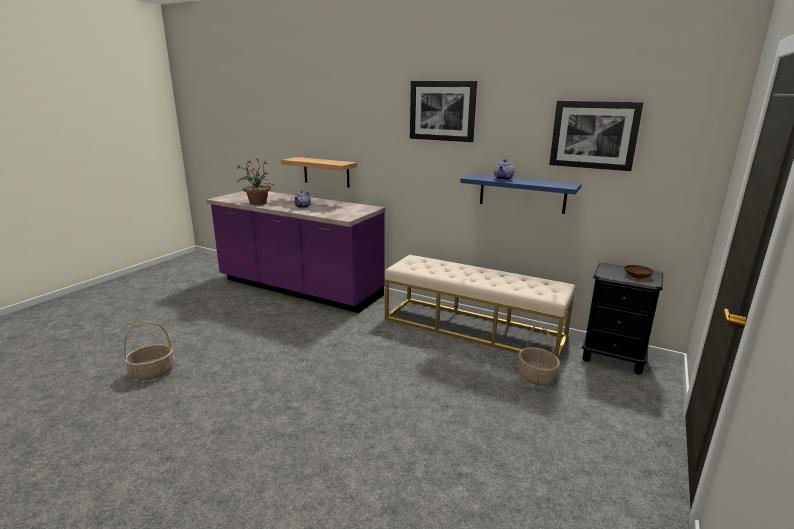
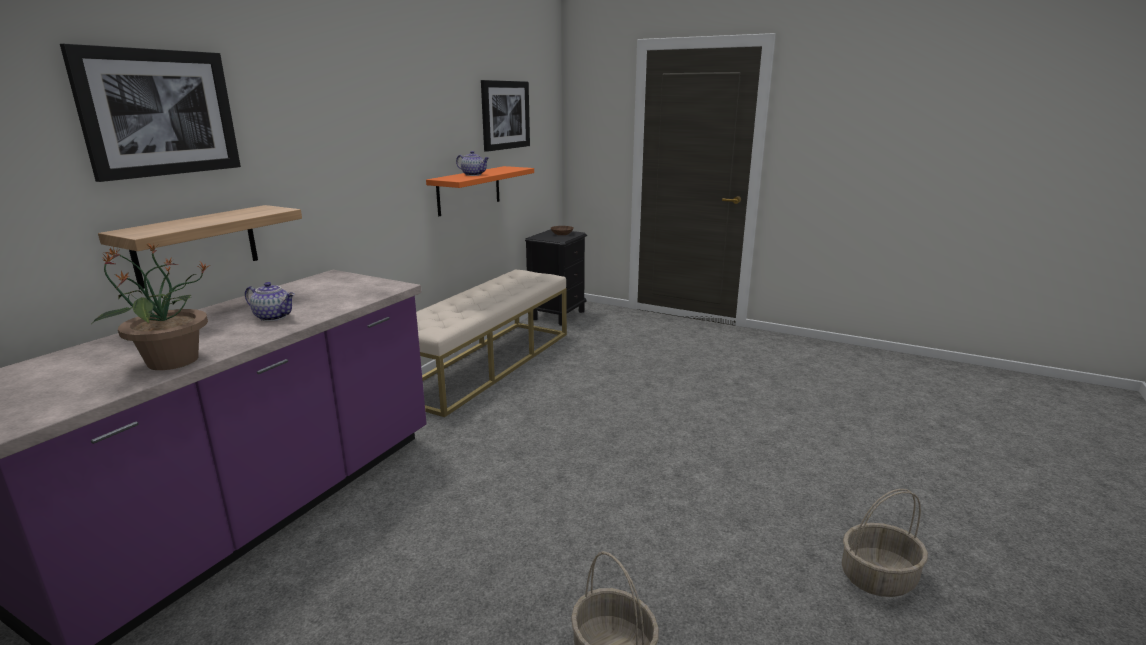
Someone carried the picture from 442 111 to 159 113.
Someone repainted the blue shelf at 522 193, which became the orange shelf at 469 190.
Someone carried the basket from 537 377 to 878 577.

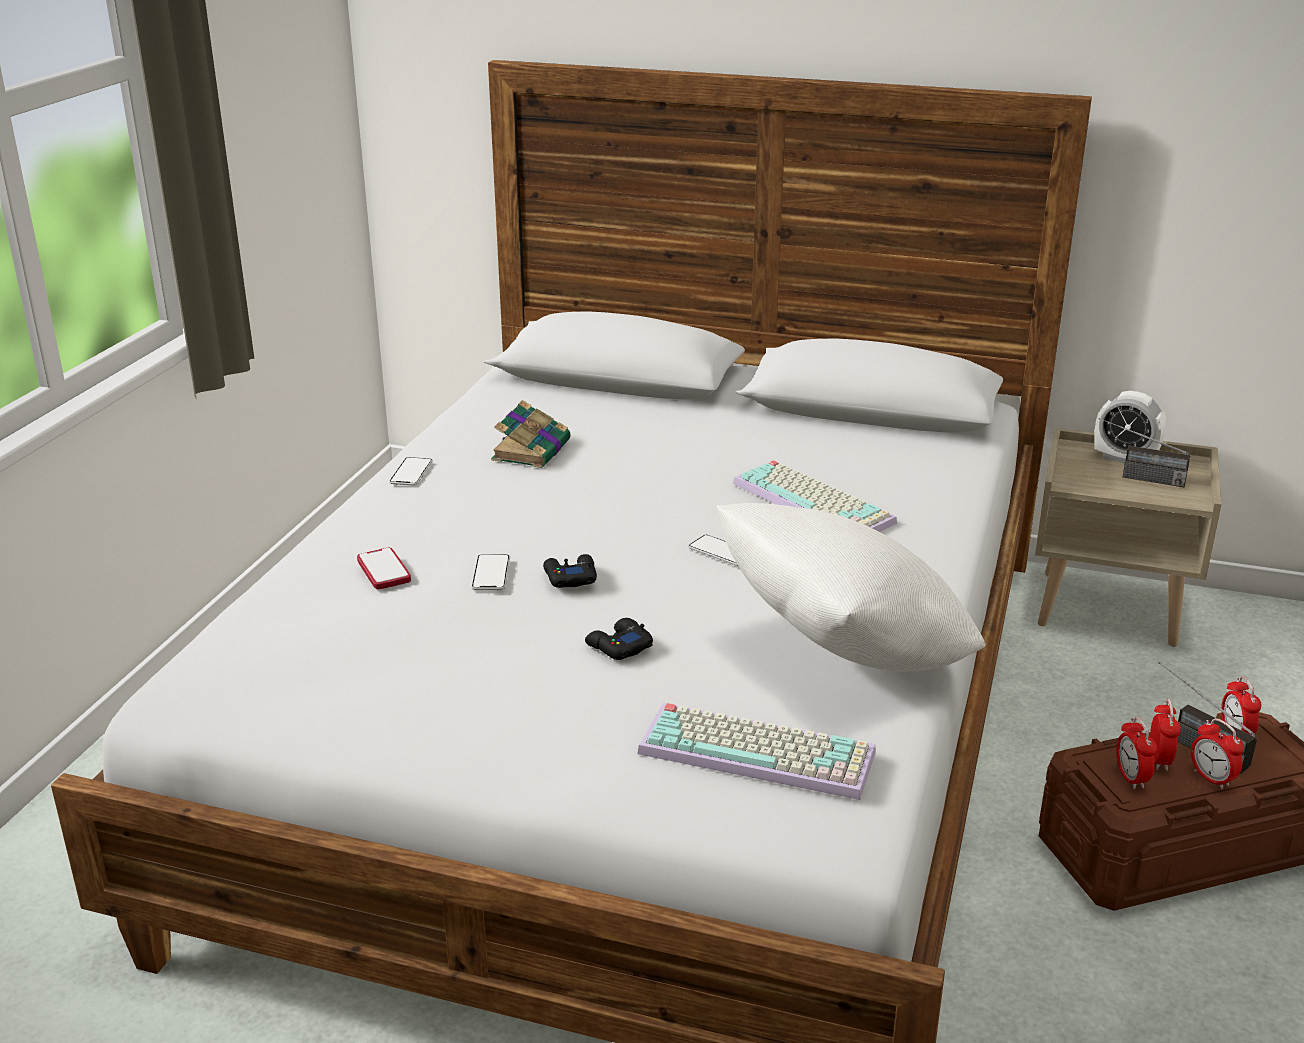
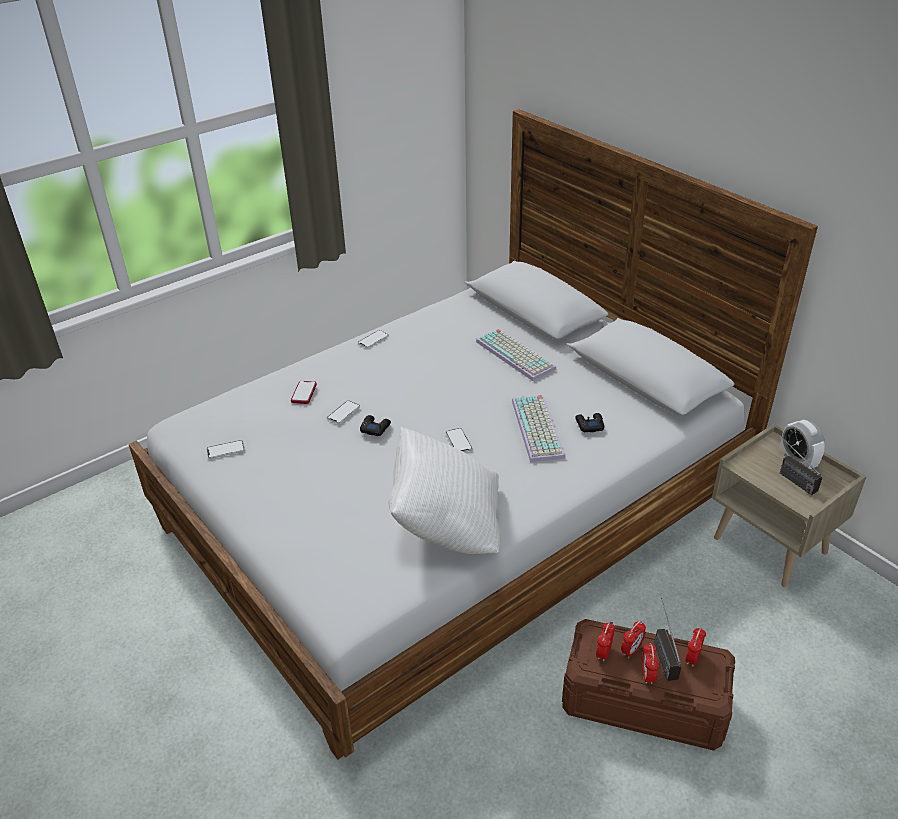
Someone put down the phone at 225 450.
Someone carried the keyboard from 760 751 to 517 355.
Someone carried the black game controller from 618 646 to 589 425.
Someone took away the book at 532 449.

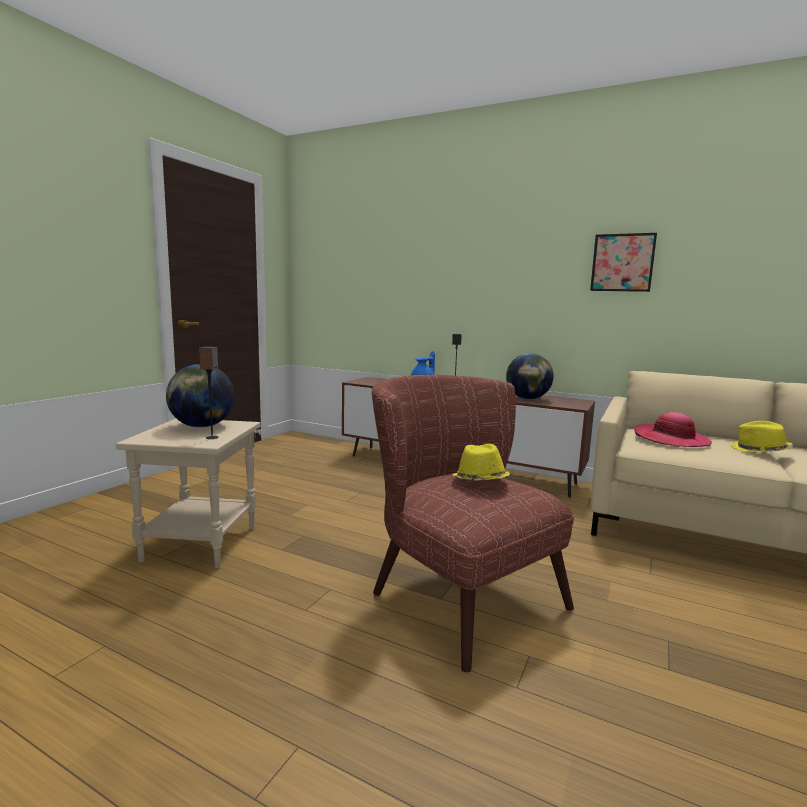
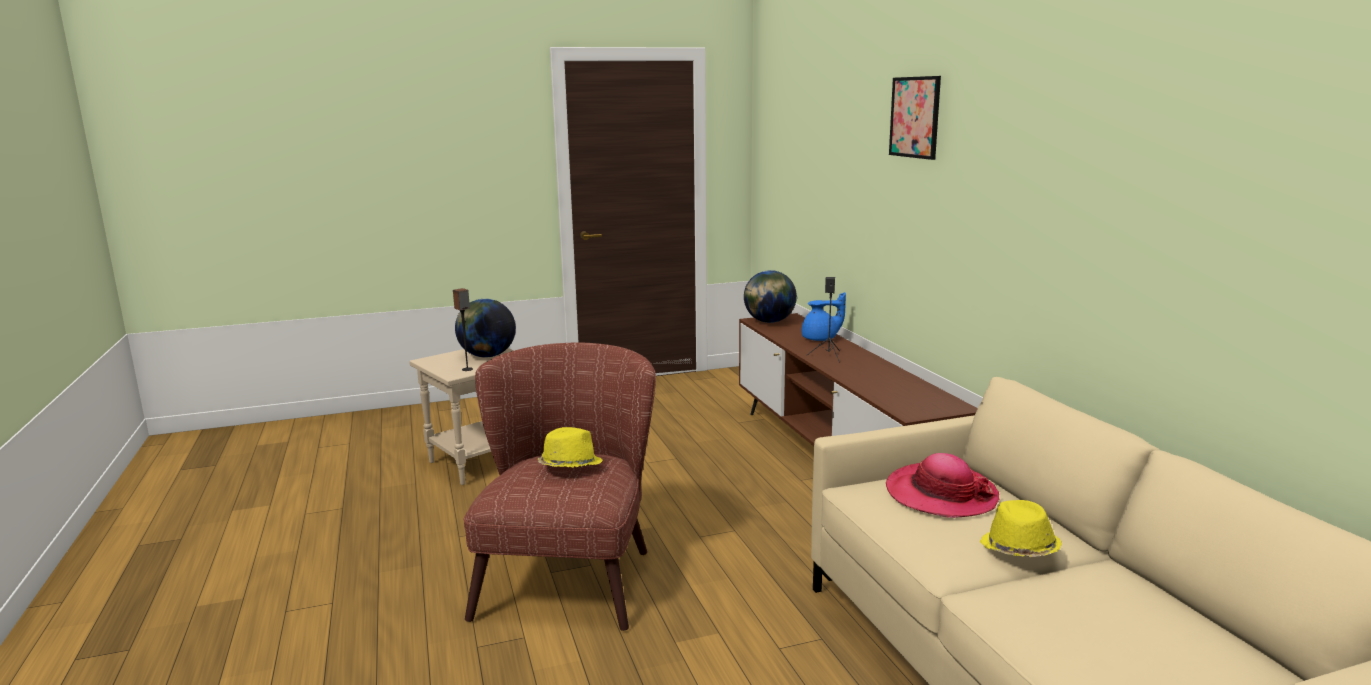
Someone carried the globe from 527 398 to 769 322.
Someone carried the picture from 622 262 to 915 117.

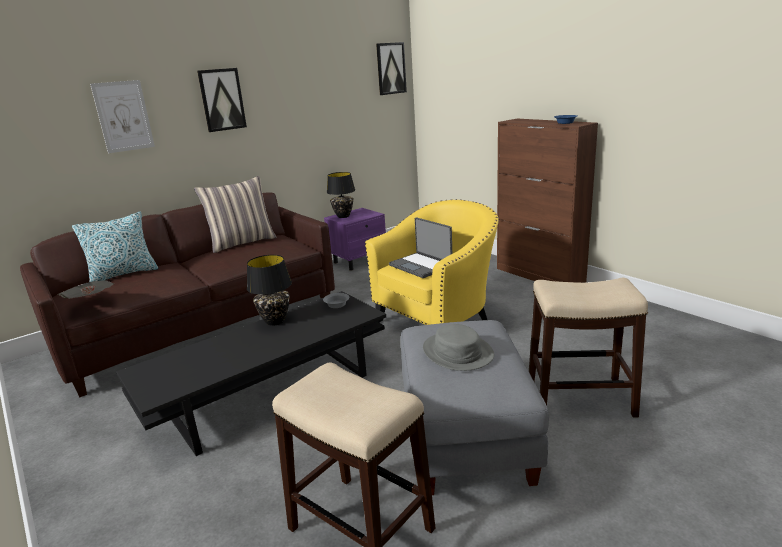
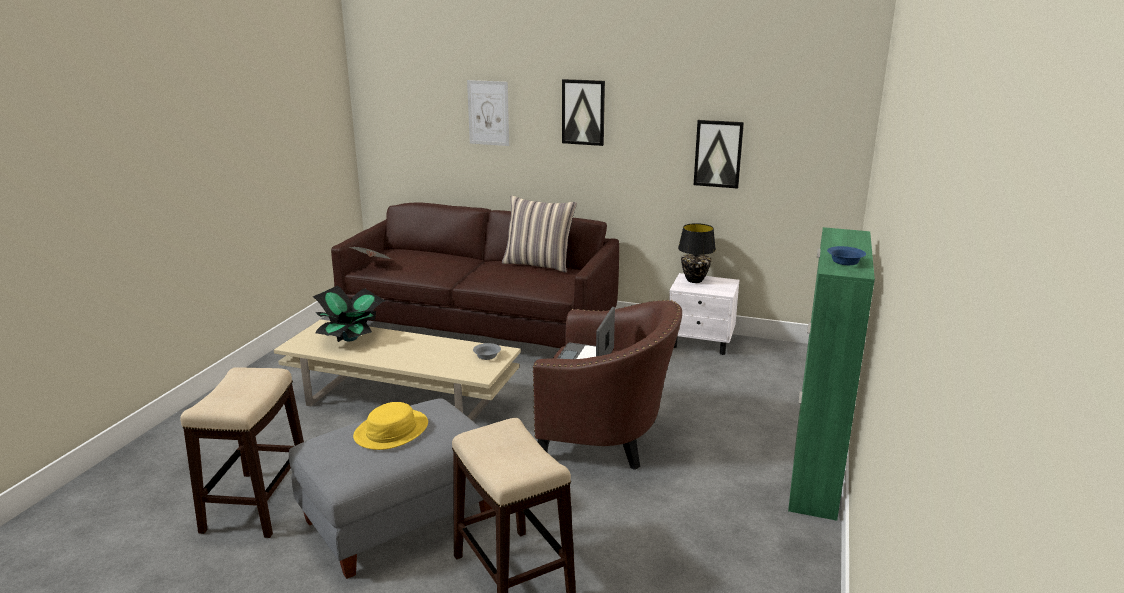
Someone repainted the black coffee table at 270 393, which became the beige coffee table at 402 400.
Someone put down the potted plant at 351 338.
Someone repainted the grey hat at 458 352, which became the yellow hat at 391 431.
Someone repainted the yellow armchair at 439 320, which became the brown armchair at 606 438.
Someone repainted the purple nightstand at 359 261, which became the white nightstand at 701 343.
Someone carried the picture from 390 68 to 718 153.
Someone repainted the brown cabinet at 539 276, which became the green cabinet at 814 475.
Someone took away the pillow at 123 274.
Someone took away the black table lamp at 275 321.

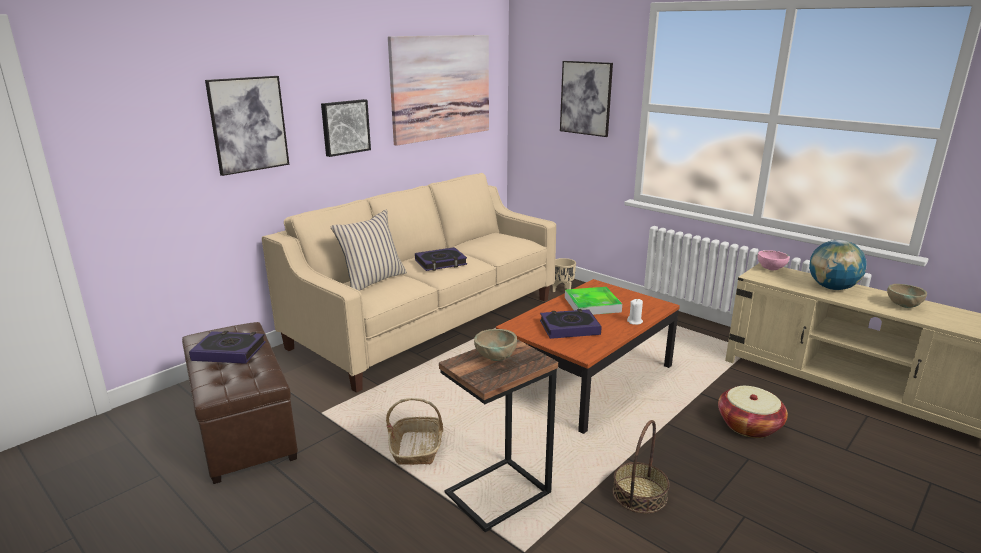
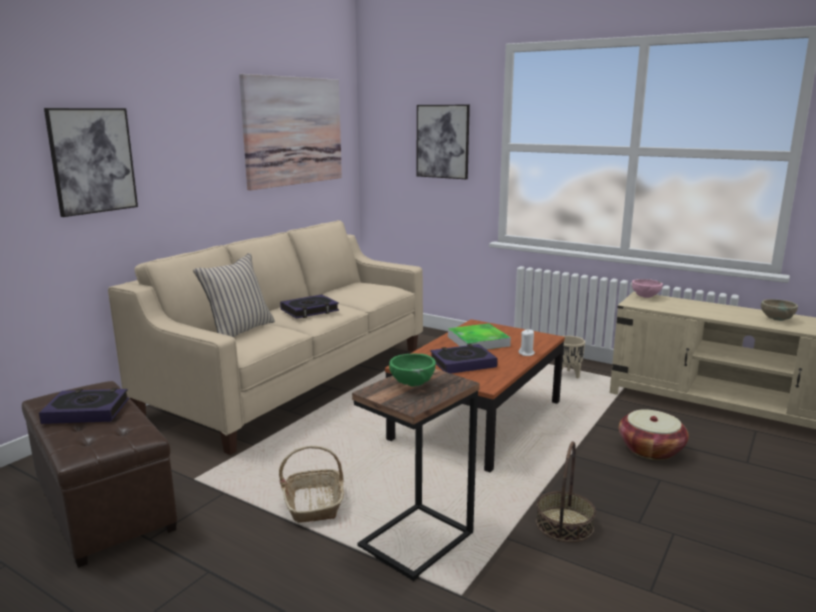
Someone repainted the beige bowl at 495 358, which became the green bowl at 412 384.
Someone carried the beige planter from 562 291 to 567 375.
Someone took away the picture at 345 127.
Someone took away the globe at 832 288.

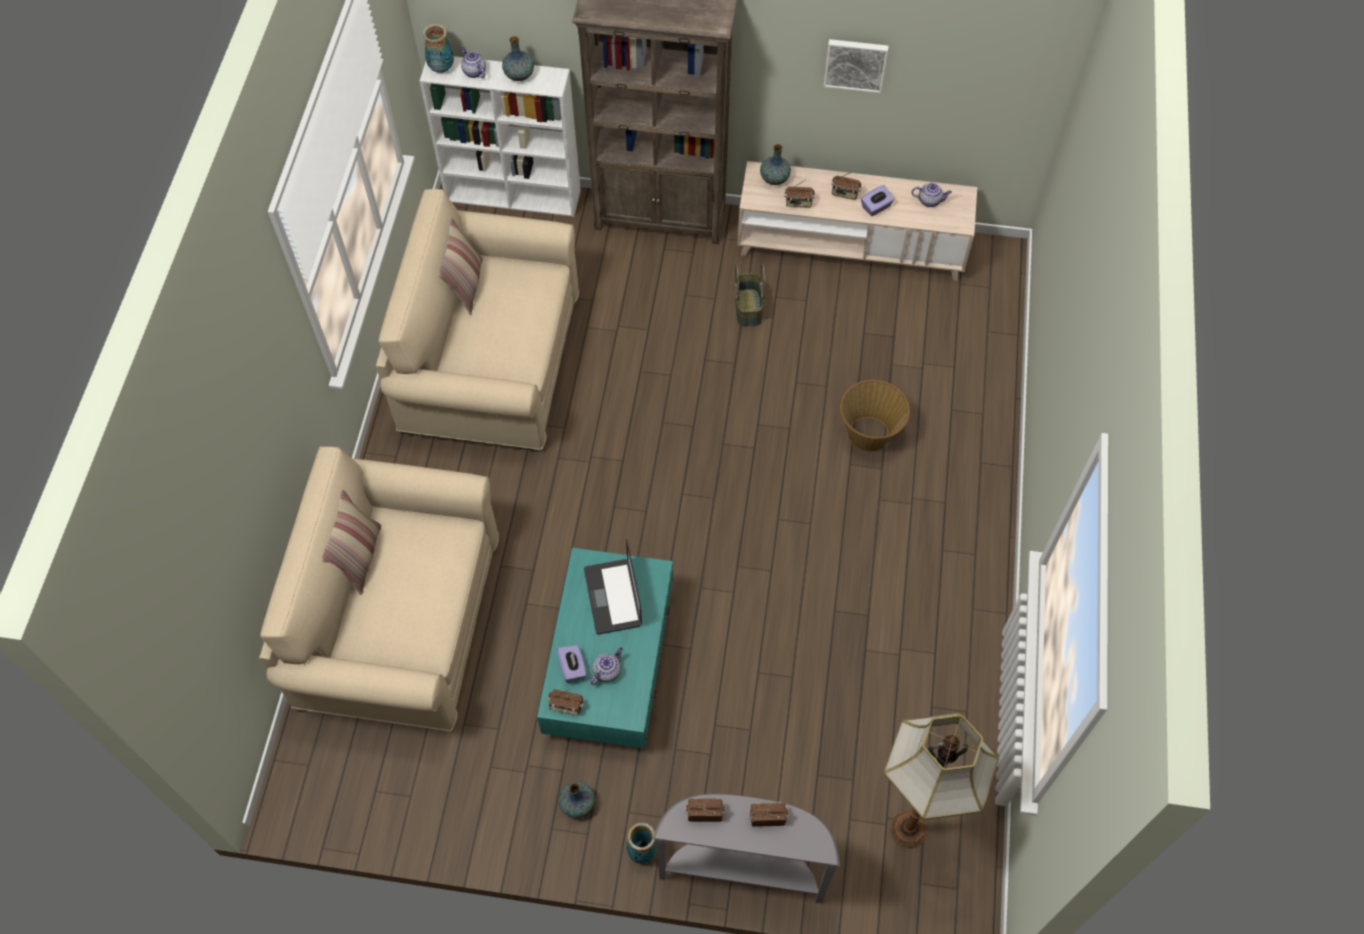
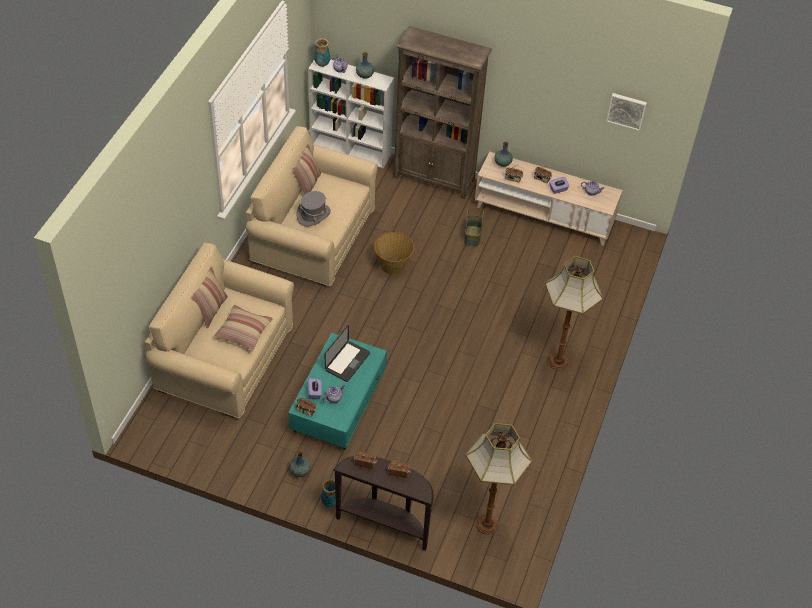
Someone put down the pillow at 243 331.
Someone put down the grey hat at 313 215.
Someone rotated the laptop at 612 597 by 150 degrees counterclockwise.
Someone repainted the grey console table at 742 869, which became the brown console table at 385 524.
Someone carried the basket from 869 434 to 393 265.
Someone put down the floor lamp at 559 363.
Someone carried the picture from 855 64 to 626 110.

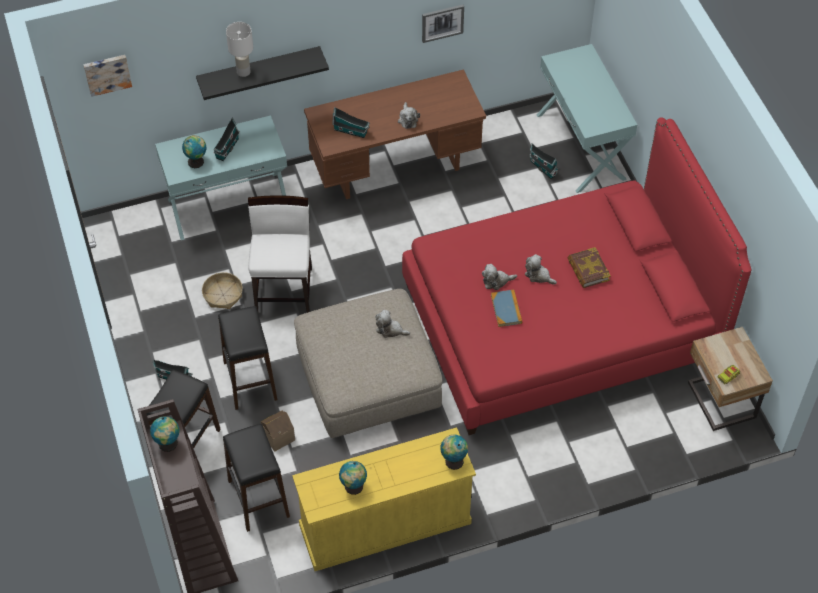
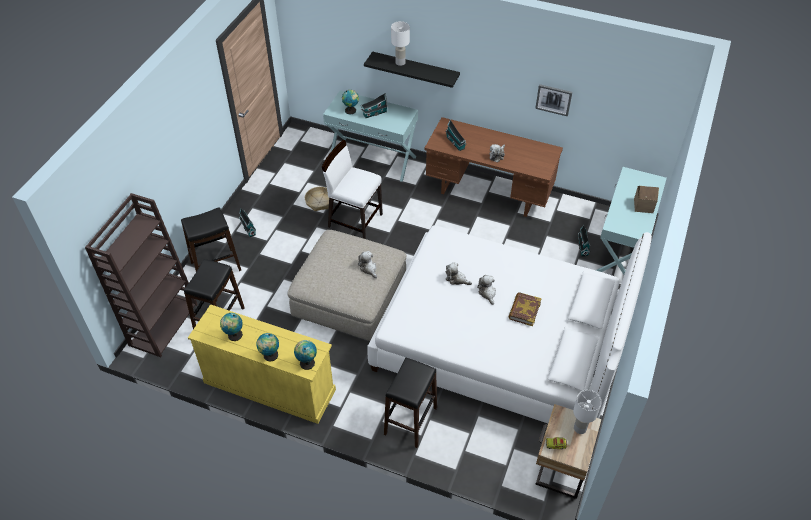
Someone carried the globe from 168 444 to 270 356.
Someone rotated the white chair at 284 290 by 105 degrees counterclockwise.
Someone repainted the red bed at 561 322, which became the white bed at 500 344.
Someone carried the black stool from 250 380 to 410 420.
Someone put down the white table lamp at 580 428.
Someone carried the toy house from 277 436 to 643 205.
Someone took away the picture at 107 73.
Someone took away the book at 506 309.

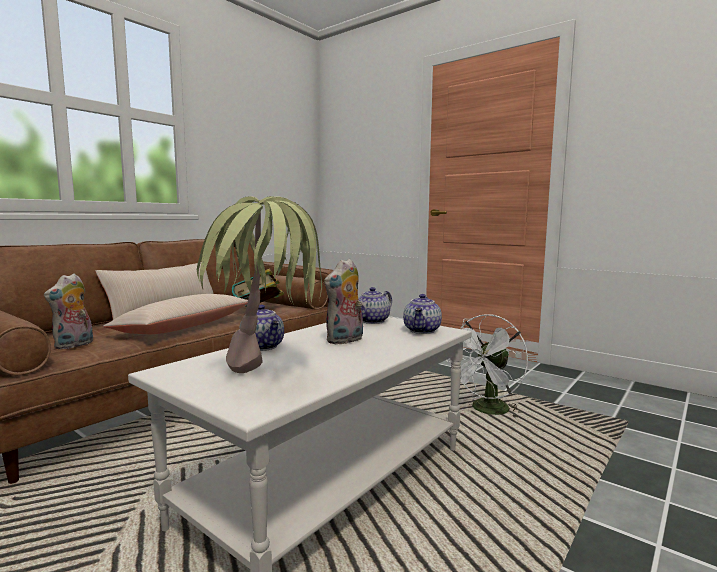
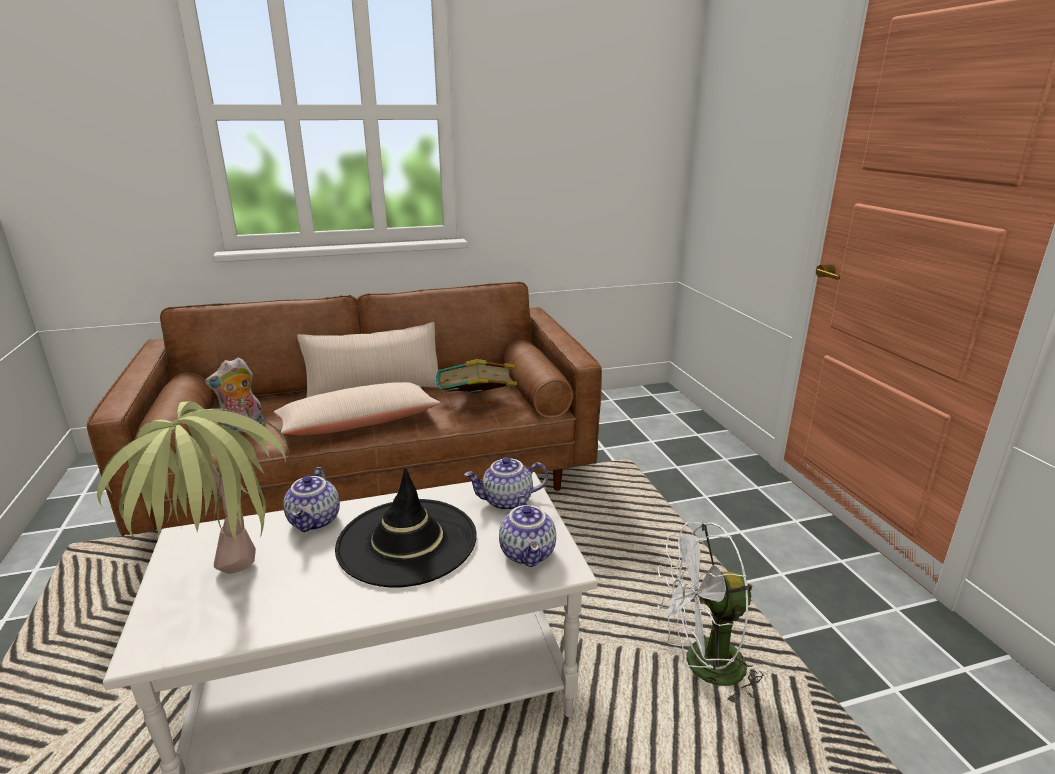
Someone swapped the plush toy at 345 340 for the black hat at 407 541.
Someone rotated the teapot at 422 331 by 60 degrees counterclockwise.

